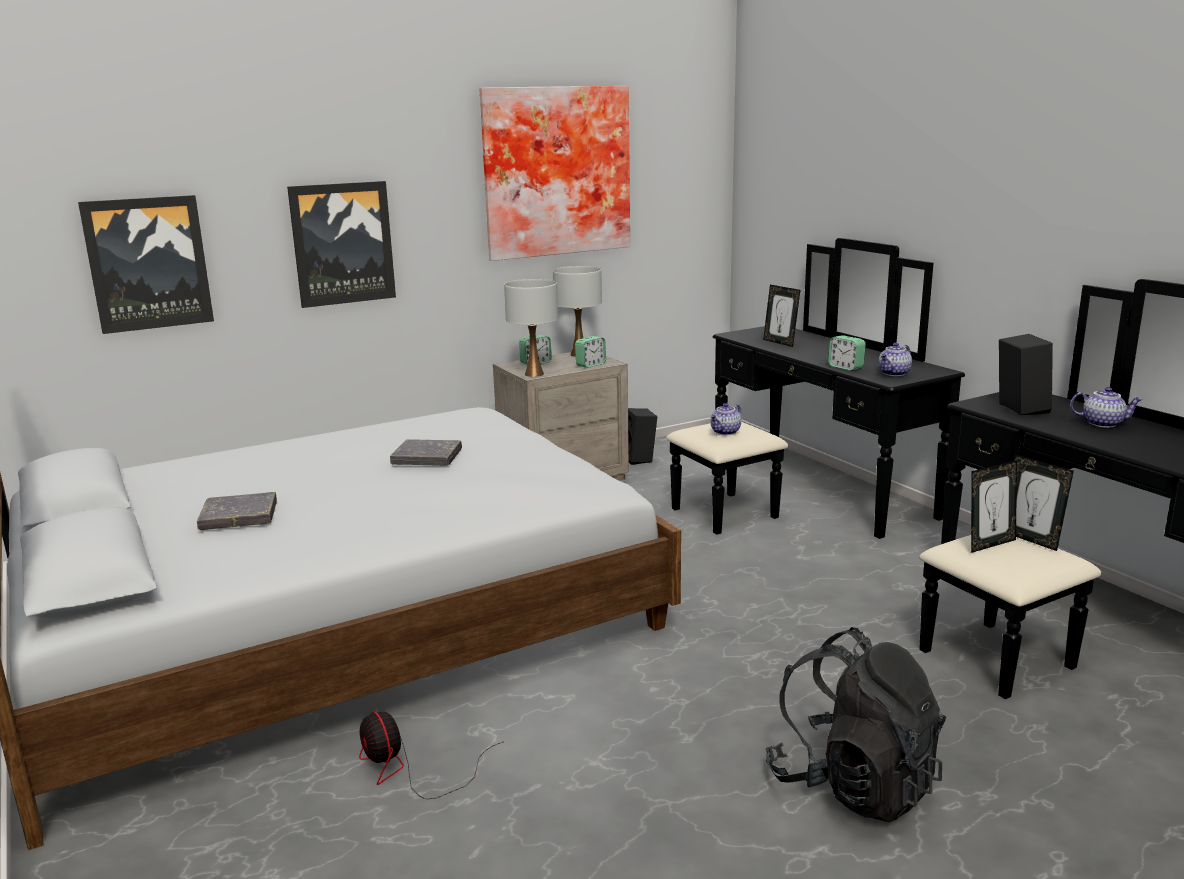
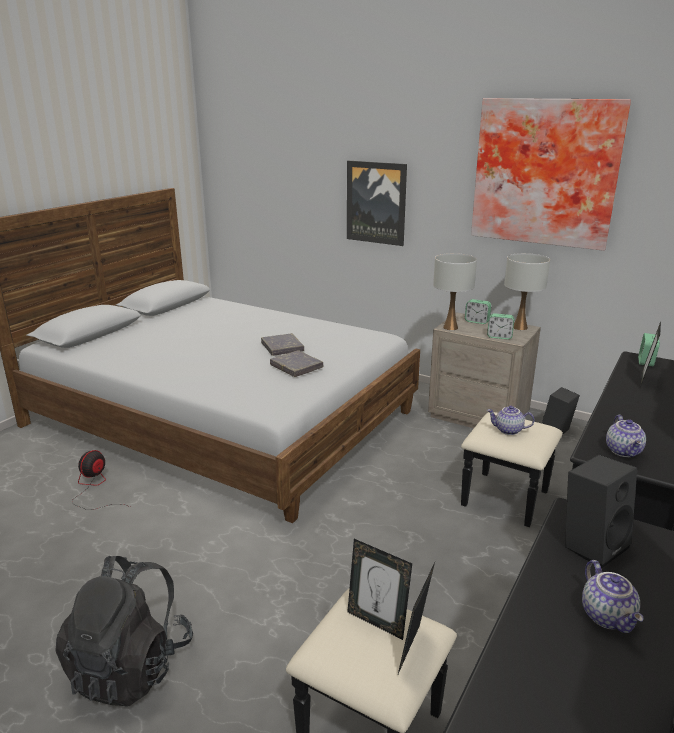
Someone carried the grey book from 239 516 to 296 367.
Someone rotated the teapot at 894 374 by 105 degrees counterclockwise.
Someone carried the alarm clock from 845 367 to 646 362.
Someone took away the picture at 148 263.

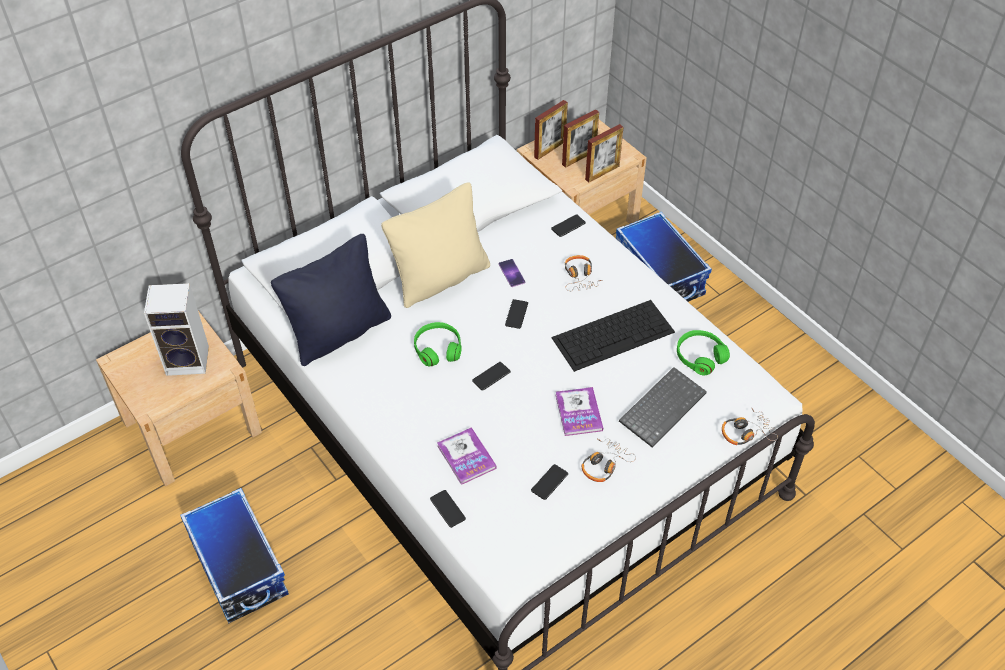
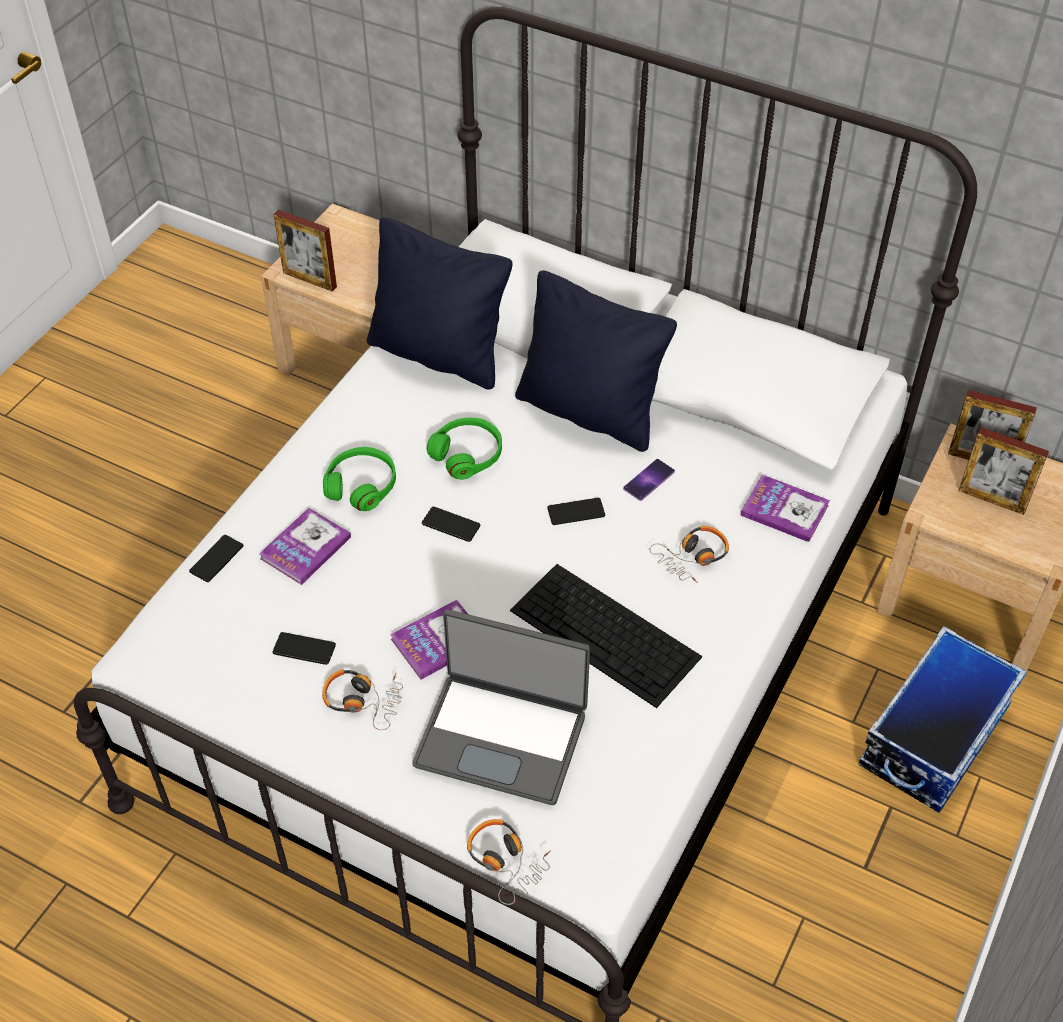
Someone carried the picture frame from 602 173 to 310 280.
Someone carried the green headphones from 700 356 to 361 485.
Someone swapped the keyboard at 662 406 for the laptop at 502 737.
Someone repainted the beige pillow at 440 278, which became the black pillow at 589 412.
Someone swapped the phone at 568 226 for the book at 784 510.
Someone took away the speaker at 189 359.
Someone took away the storage box at 237 567.

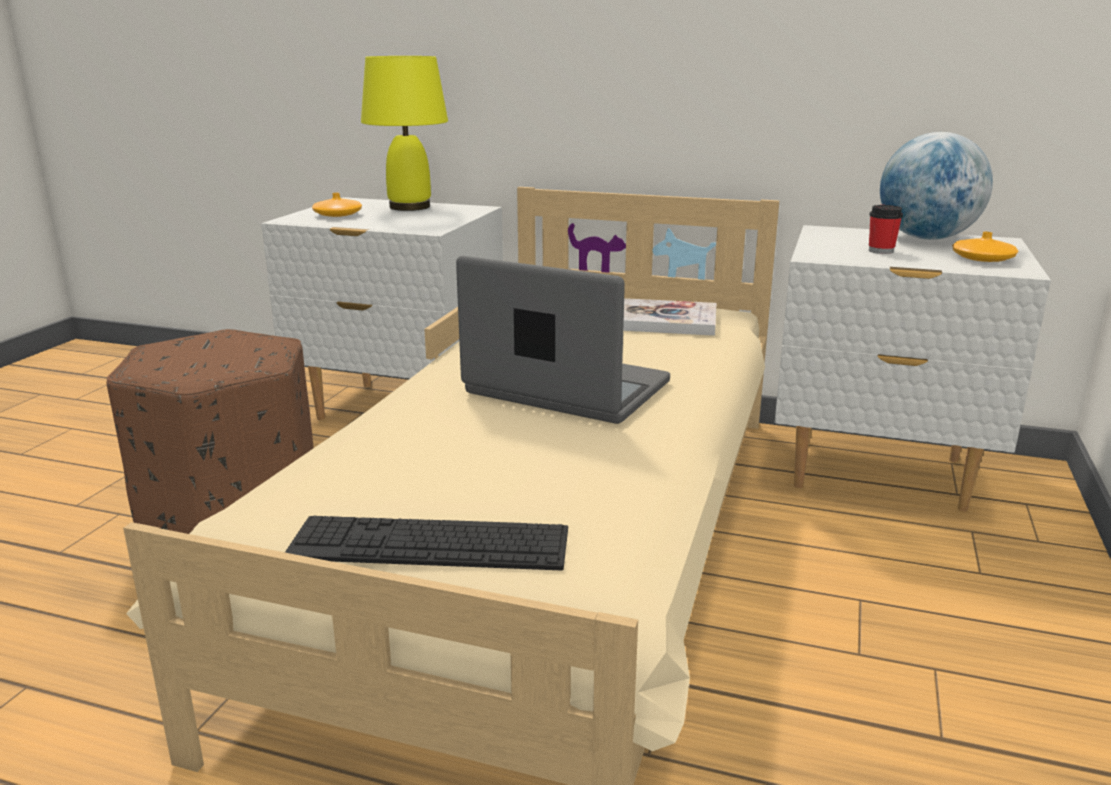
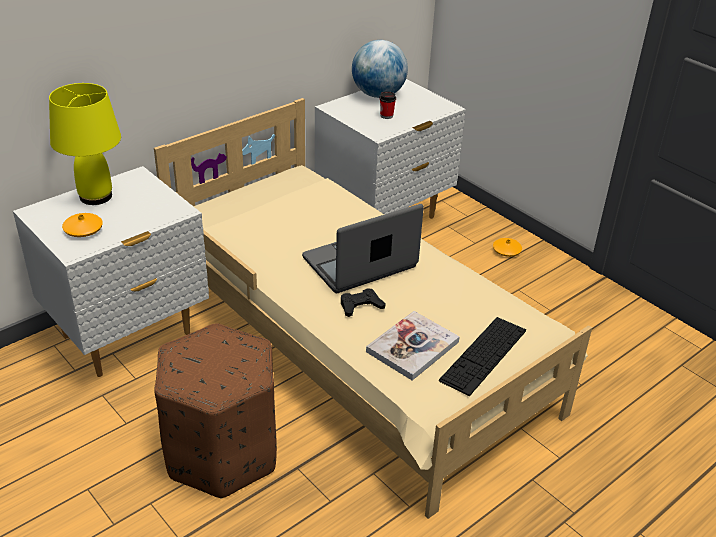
Someone put down the black game controller at 360 306.
Someone carried the book from 665 321 to 412 347.
Someone carried the orange vase from 982 259 to 506 251.

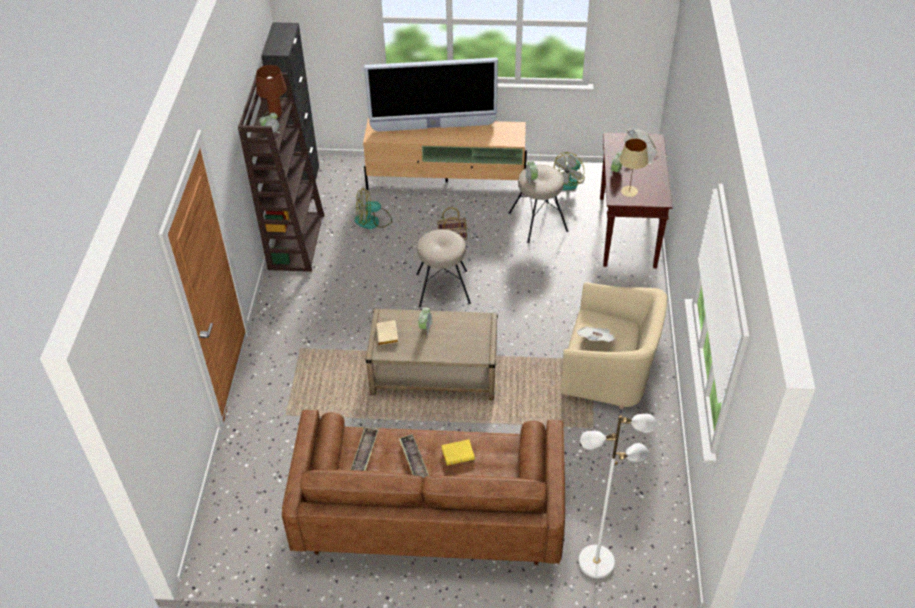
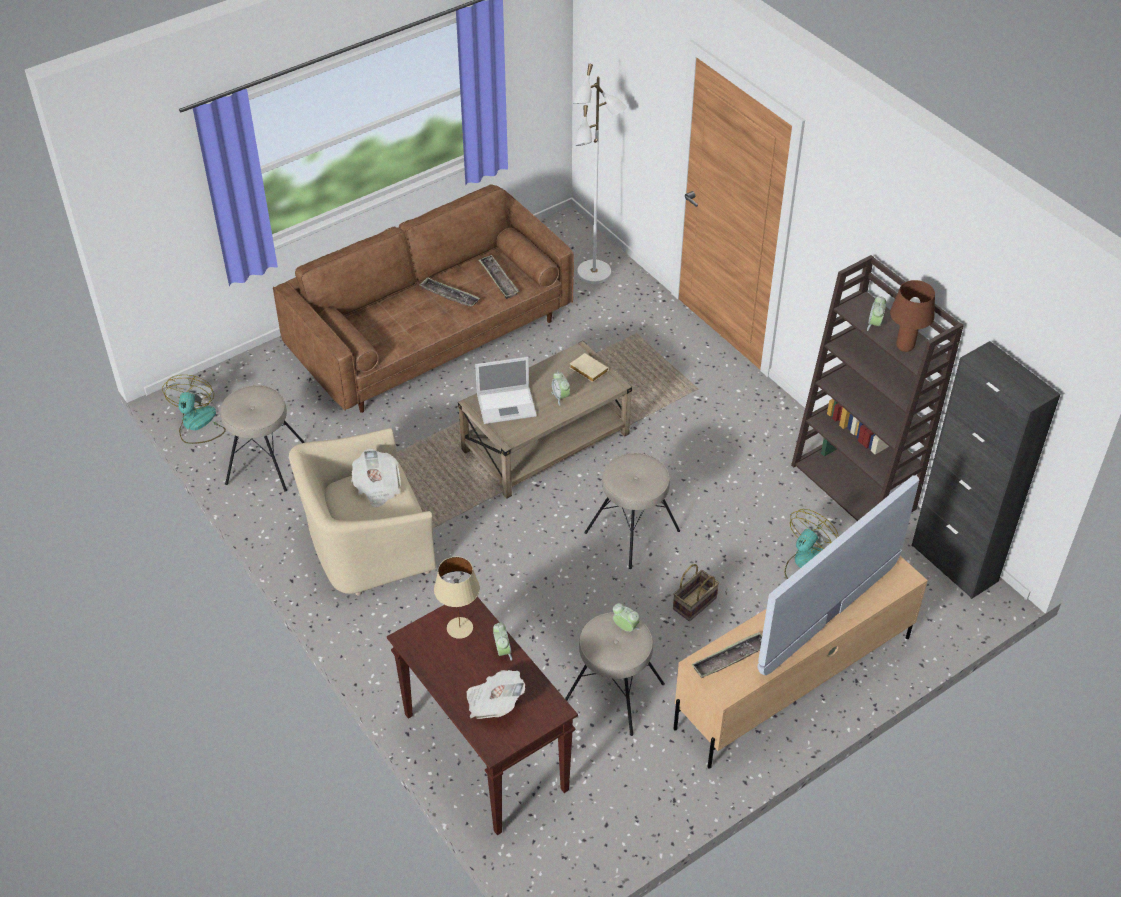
Someone carried the fan from 569 181 to 197 425.
Someone put down the beige stool at 264 462.
Someone put down the laptop at 507 405.
Someone carried the white floor lamp from 596 561 to 594 273.
Someone put down the tray at 730 658.
Someone took away the yellow book at 458 453.

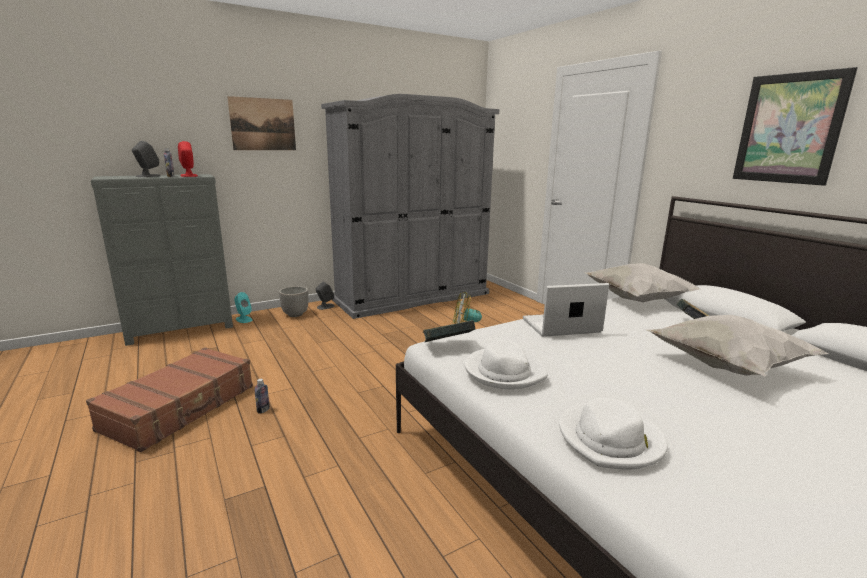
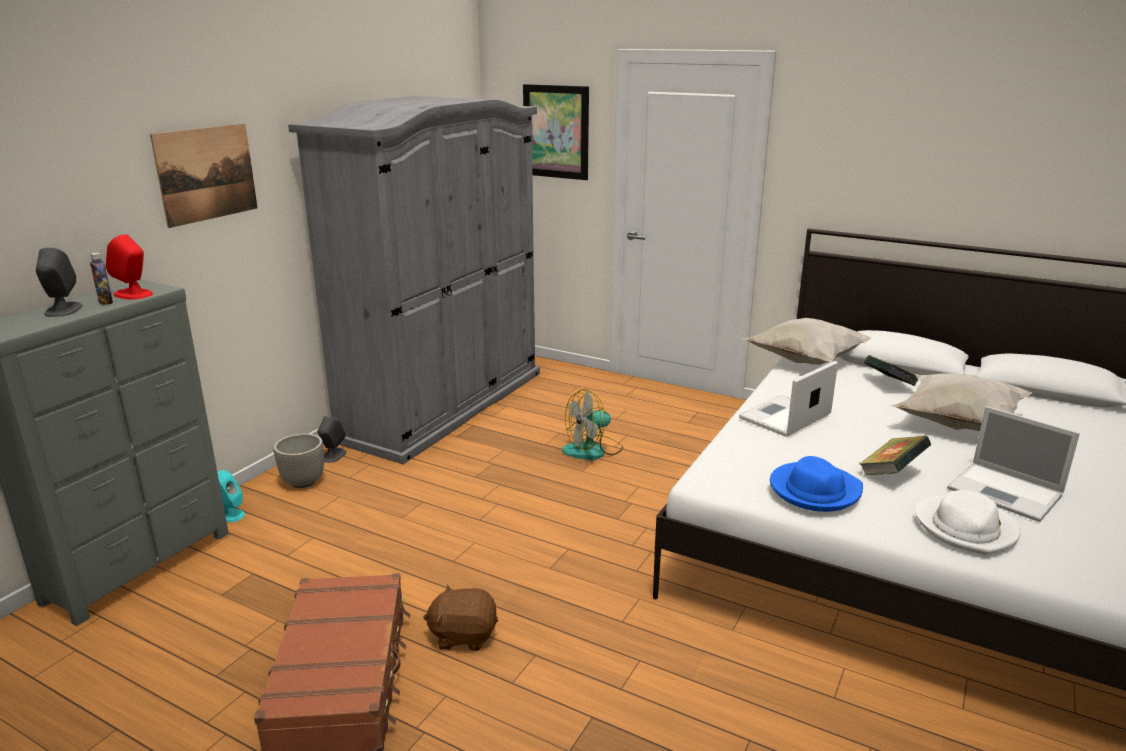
Someone swapped the bottle at 263 410 for the brown plush toy at 463 635.
Someone carried the picture from 789 129 to 556 132.
Someone repainted the white hat at 504 371, which became the blue hat at 814 490.
Someone carried the book from 447 346 to 891 472.
Someone put down the laptop at 1006 492.

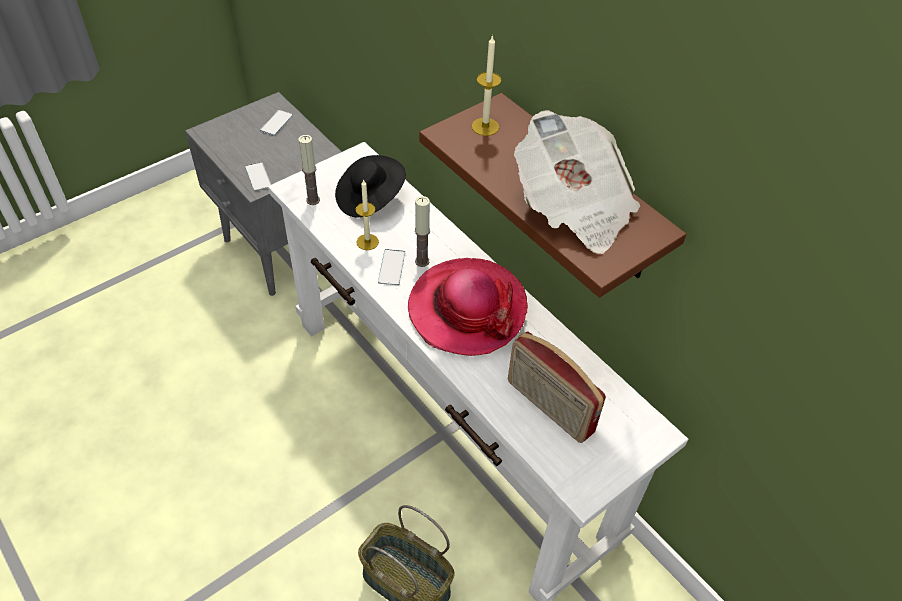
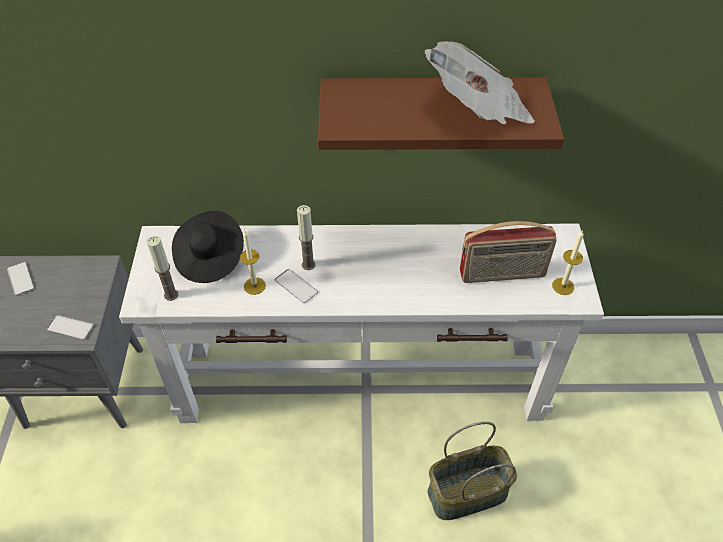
Someone carried the candle from 485 127 to 563 286.
Someone took away the hat at 467 309.

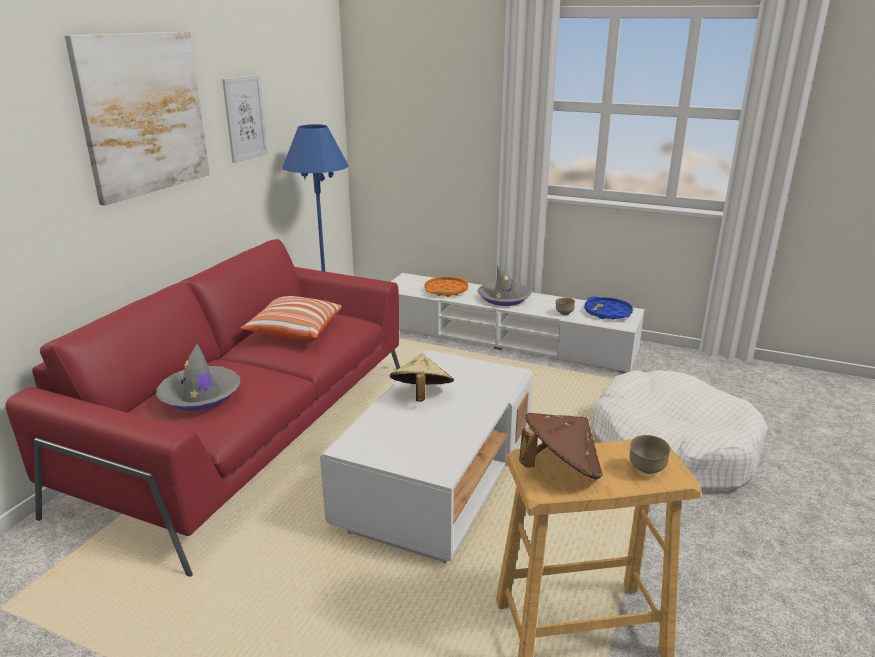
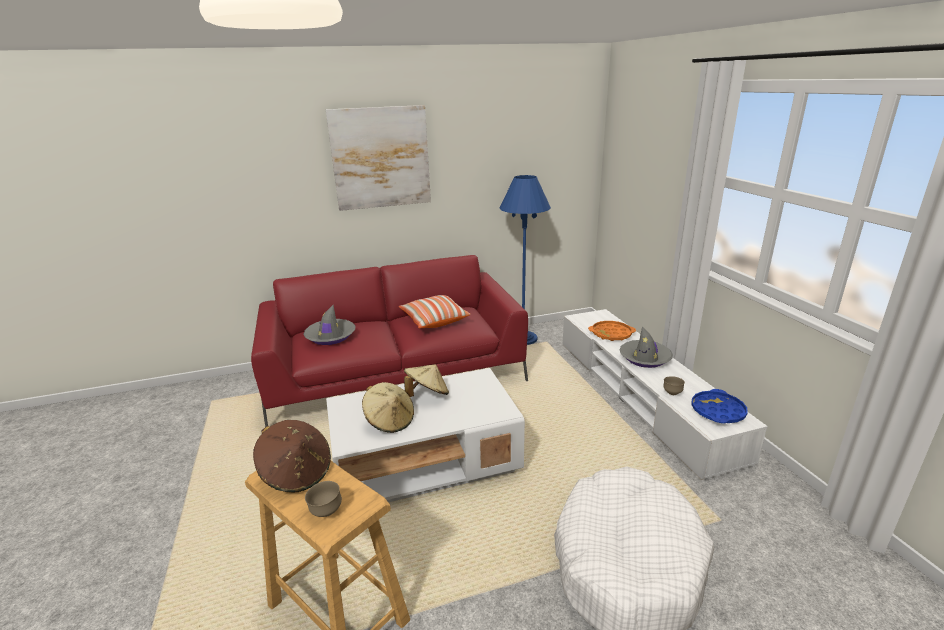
Someone put down the beige hat at 390 421.
Someone took away the picture at 245 118.

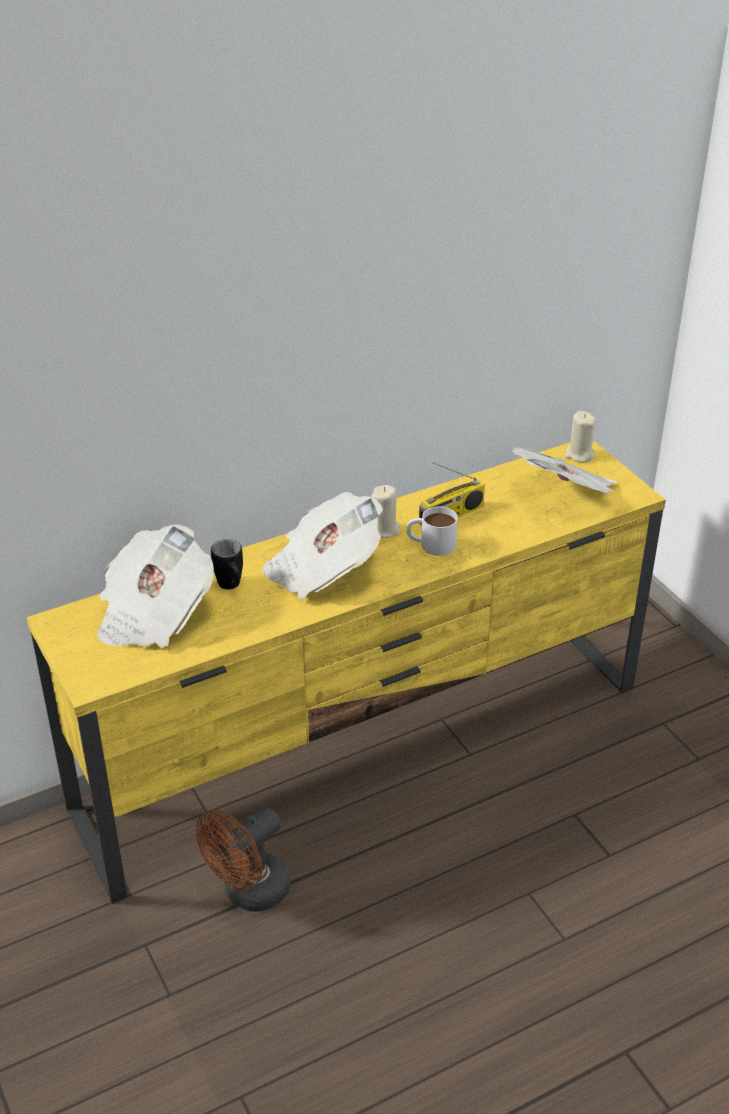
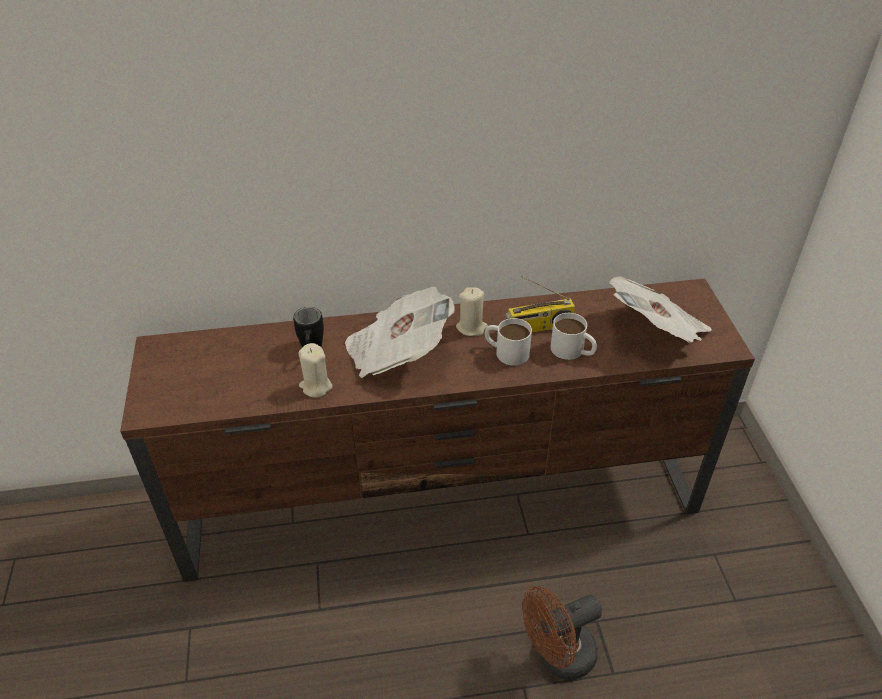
Someone repainted the yellow tv stand at 366 747, which became the brown tv stand at 444 501.
Someone carried the beige candle from 579 455 to 316 386.
Someone carried the brown fan from 249 893 to 558 657.
Someone put down the white mug at 573 351.
Someone took away the newspaper at 153 614.

